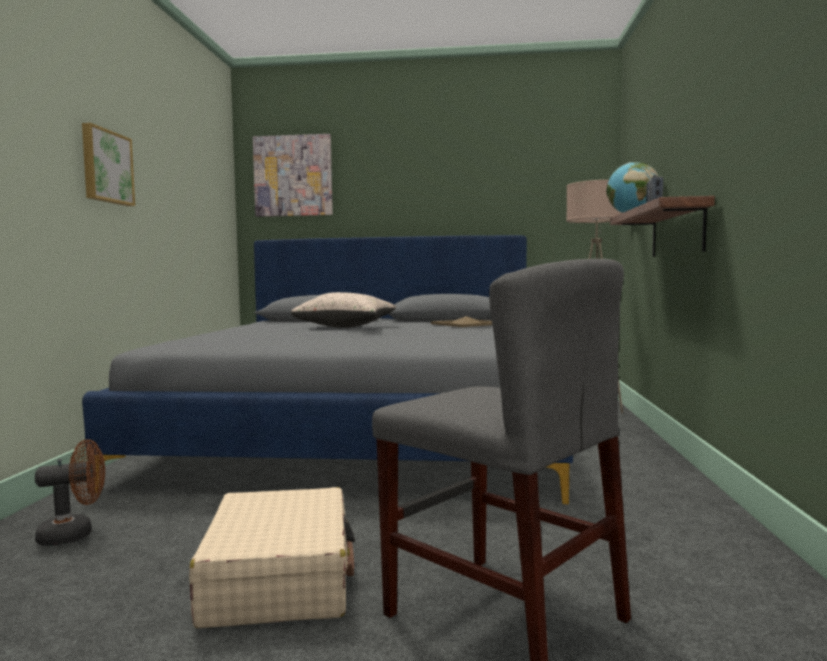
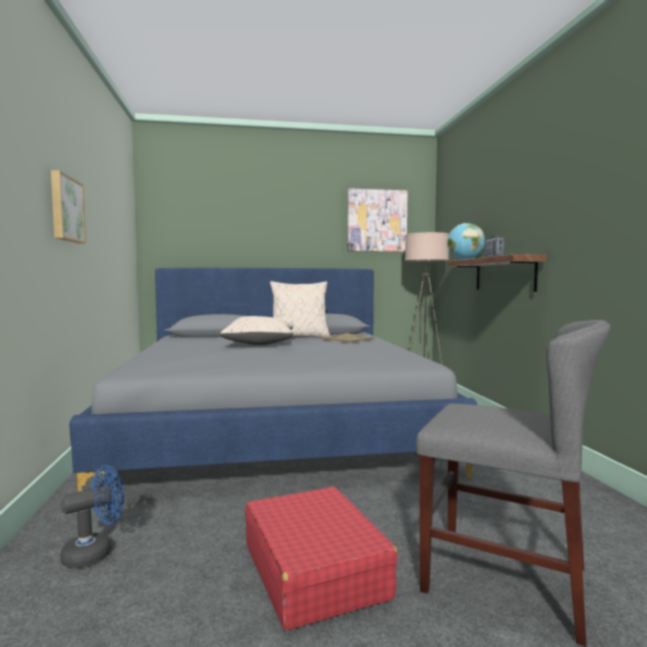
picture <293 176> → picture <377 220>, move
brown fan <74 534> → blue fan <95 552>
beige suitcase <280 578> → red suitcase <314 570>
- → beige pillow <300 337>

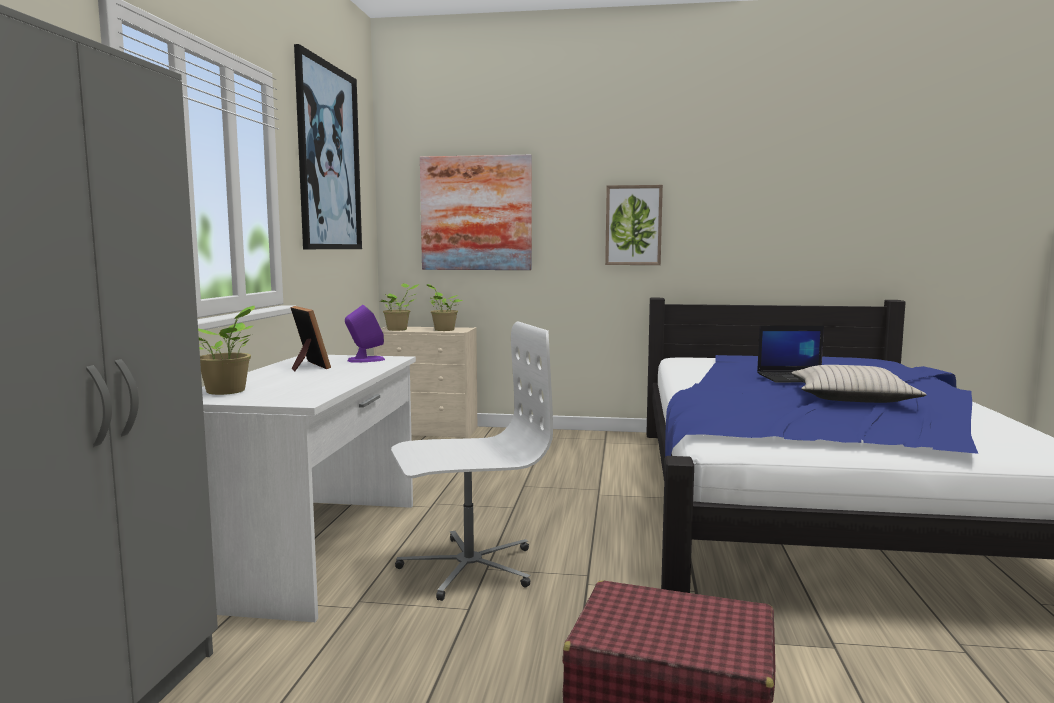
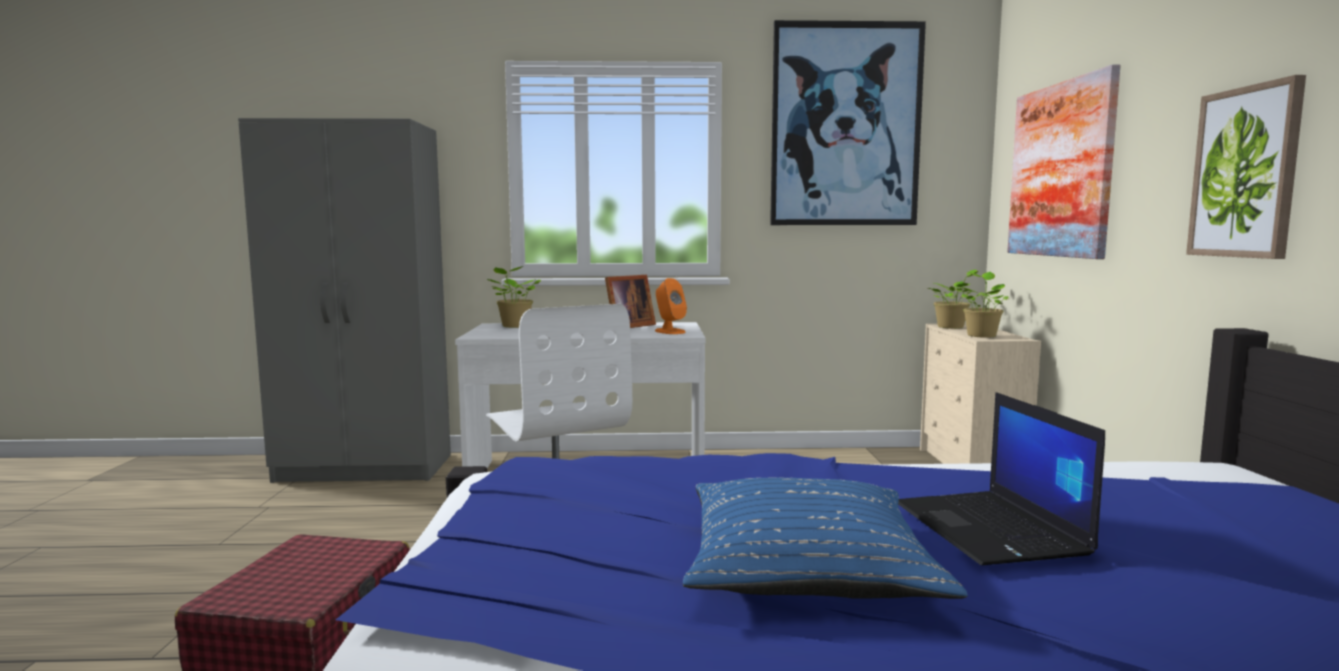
purple speaker <365 360> → orange speaker <669 331>
beige pillow <851 398> → blue pillow <806 566>

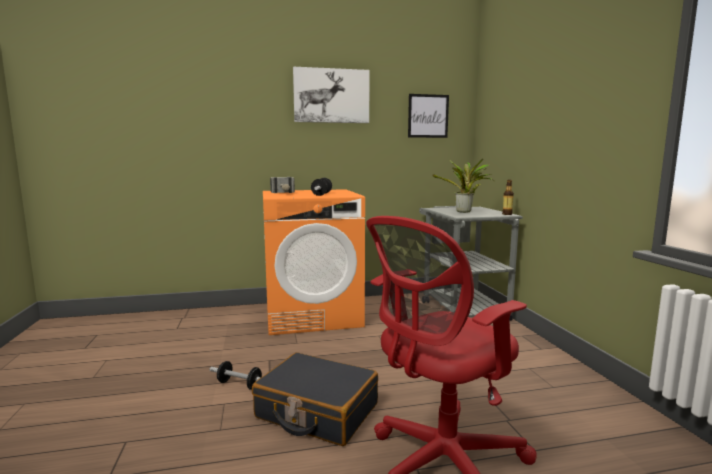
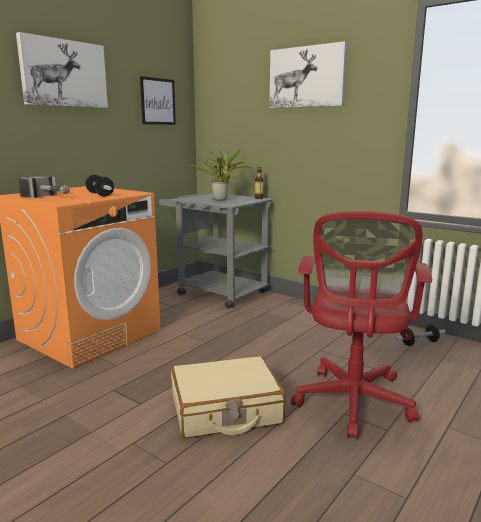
black suitcase <316 411> → beige suitcase <225 410>
dumbbell <239 385> → dumbbell <419 343>, move
- → picture <307 77>

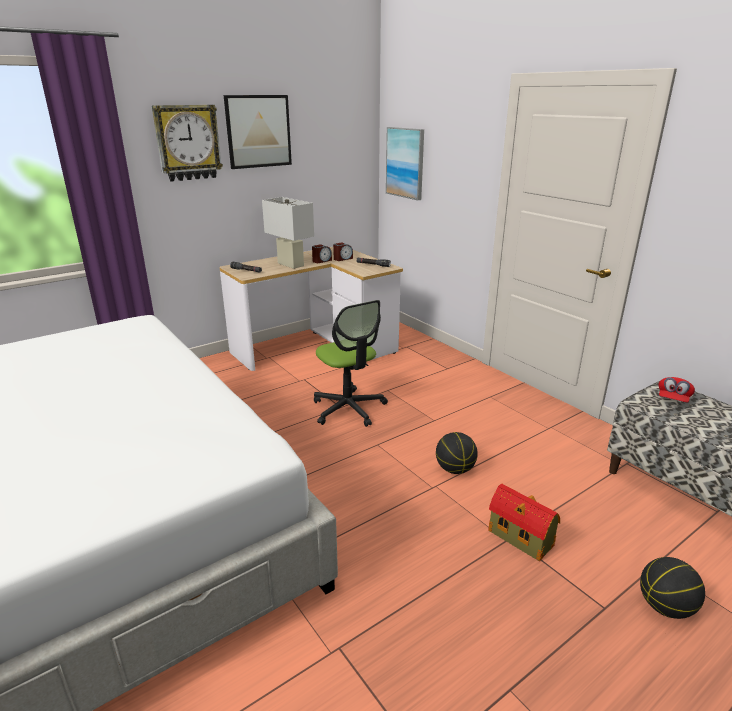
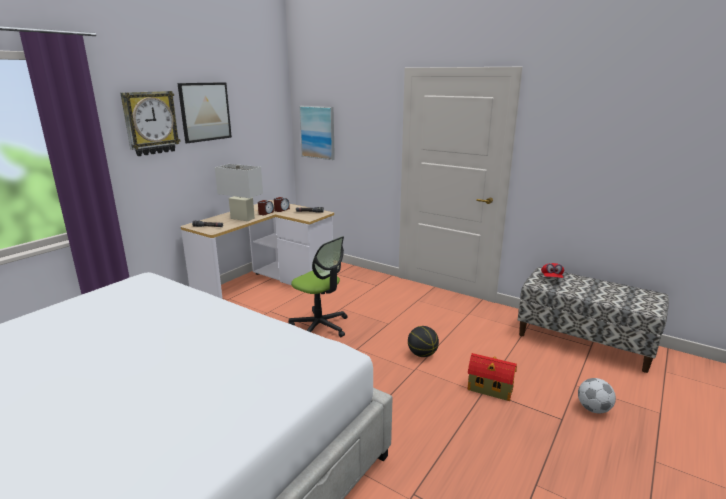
basketball <664 606> → football <593 409>

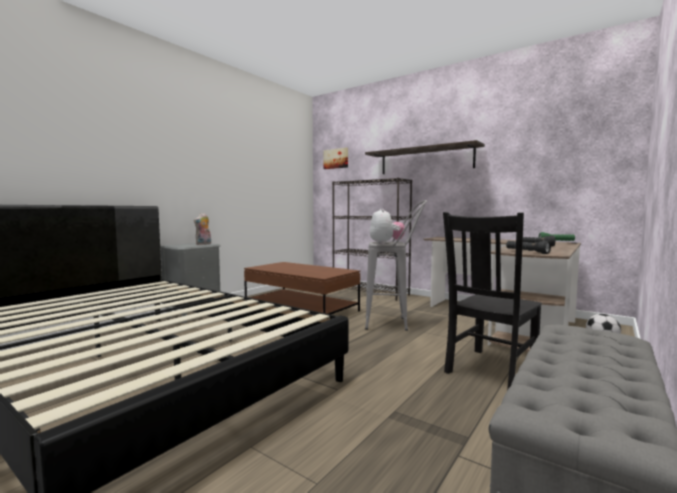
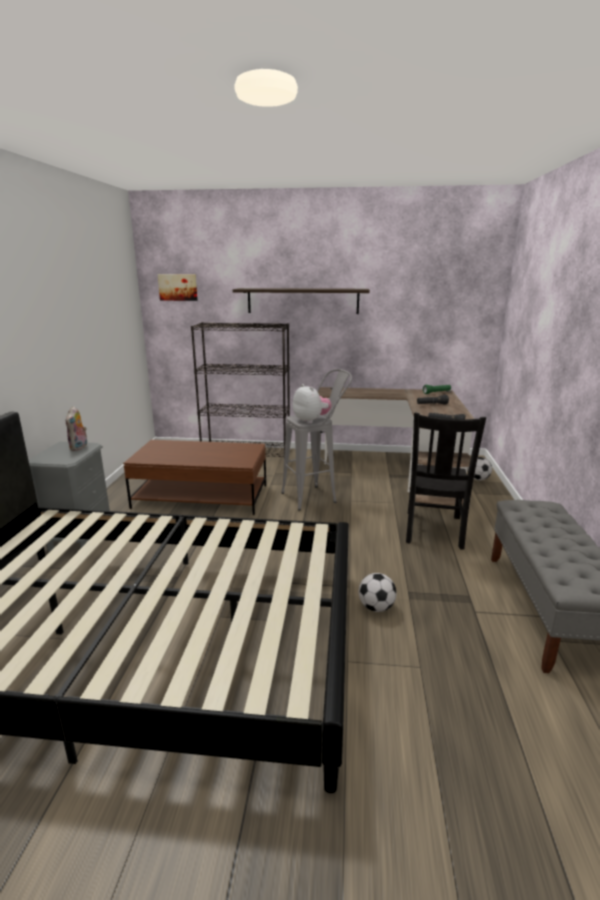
- → football <376 607>

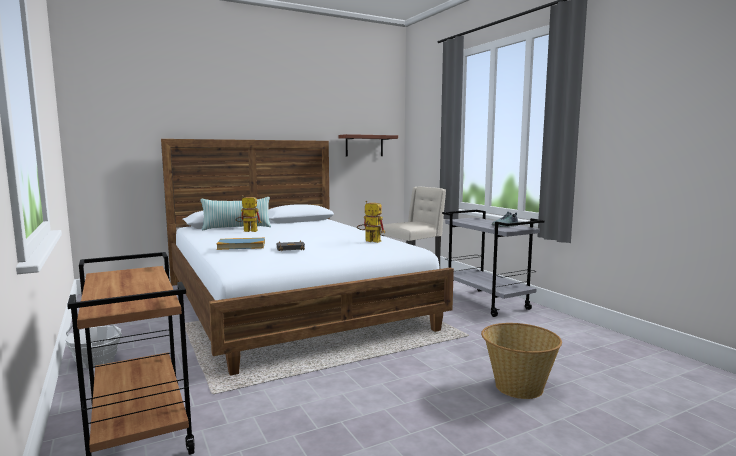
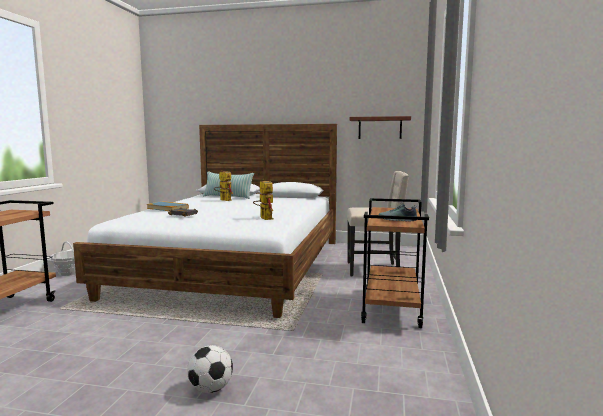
grey cart <487 303> → brown cart <392 308>
basket <518 387> → football <211 389>

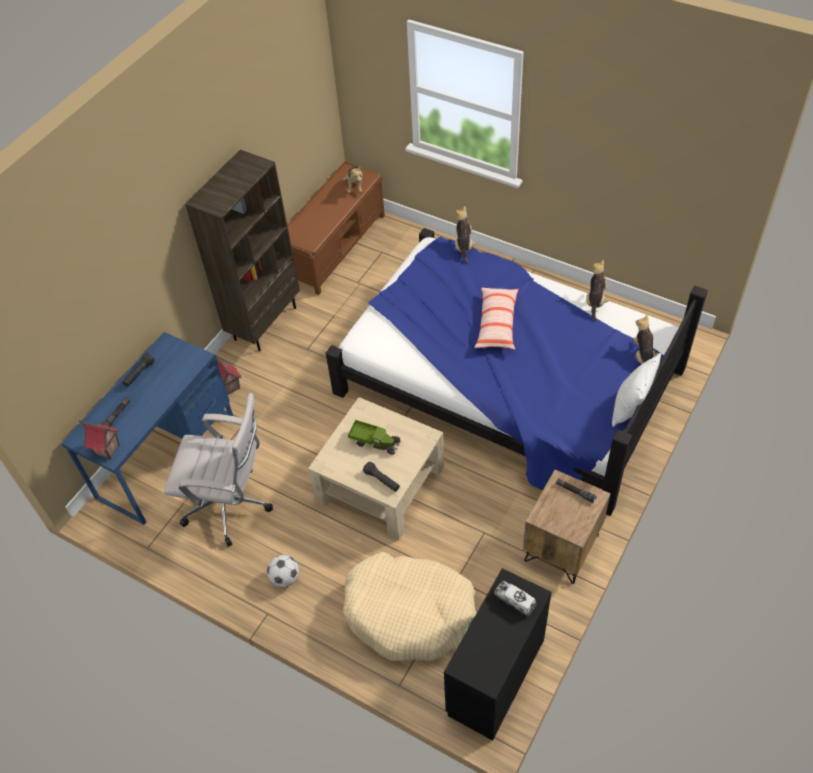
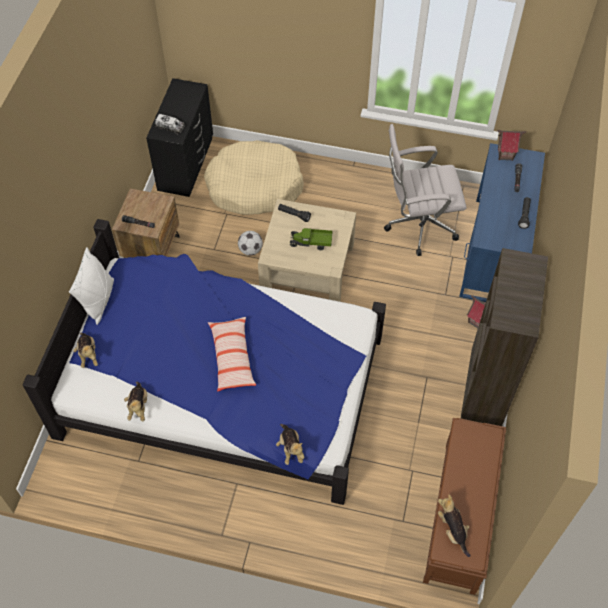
football <285 578> → football <250 250>, move

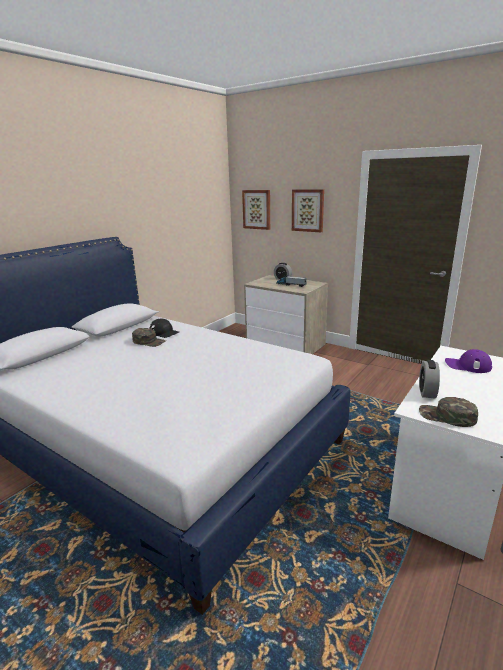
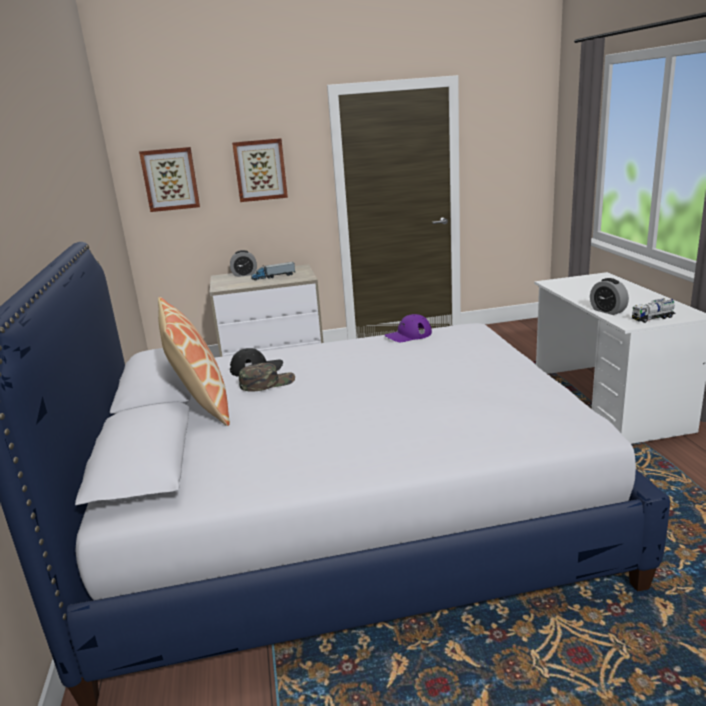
purple cap <467 365> → purple cap <408 335>, move
green cap <447 416> → toy truck <653 318>
- → pillow <200 405>

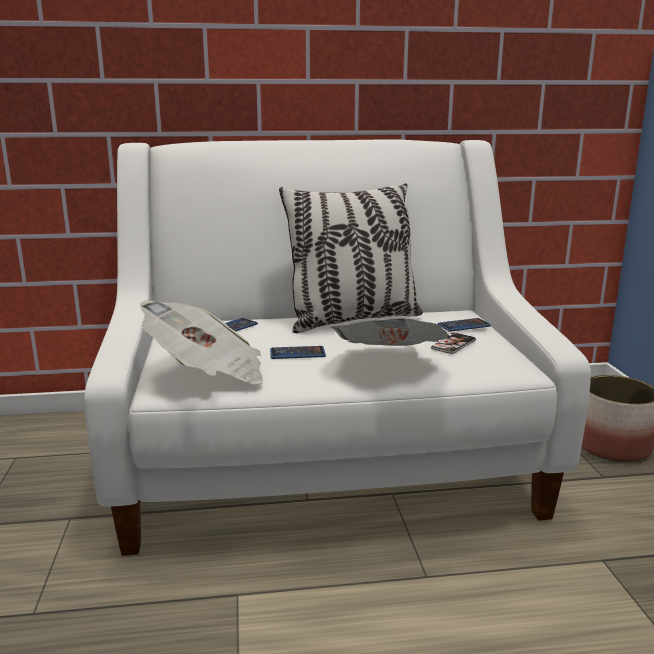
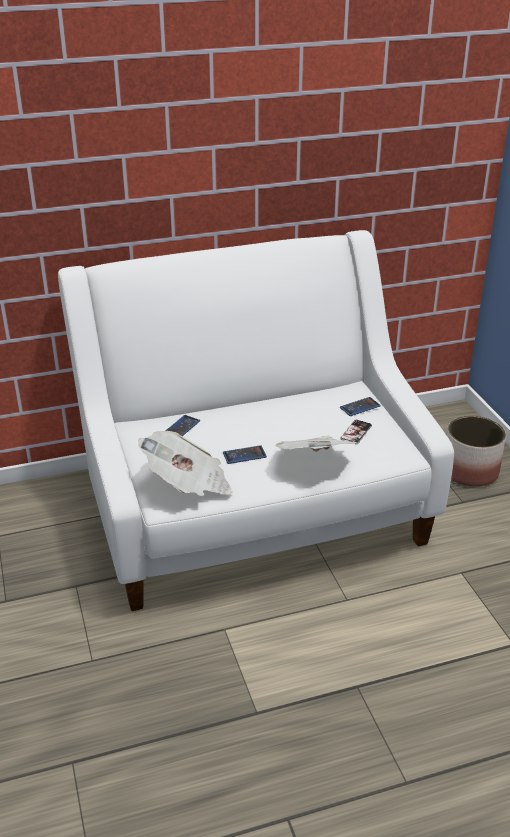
pillow <353 320> → -

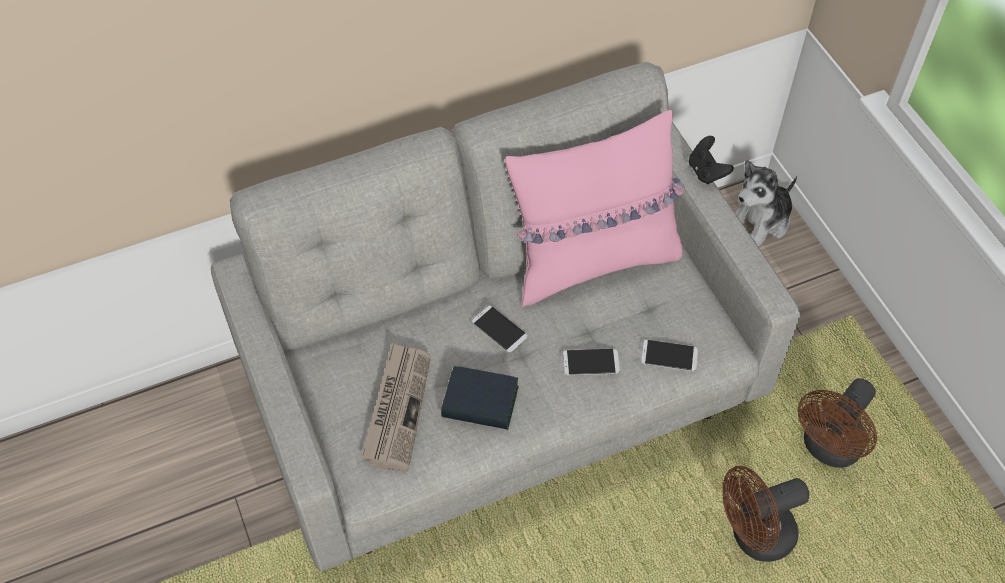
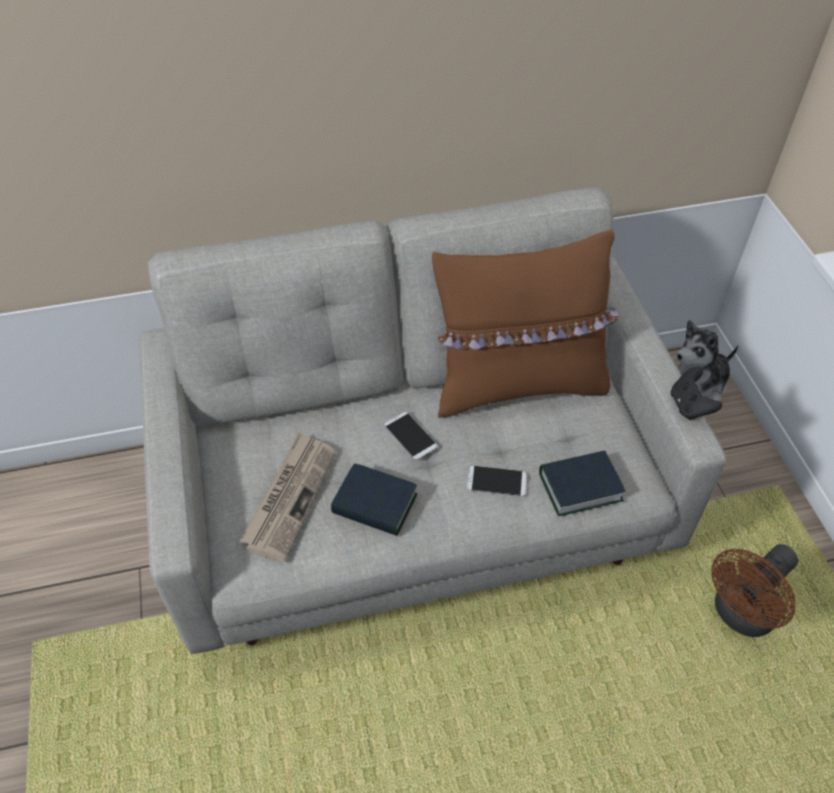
pink pillow <593 261> → brown pillow <518 385>
black game controller <706 172> → black game controller <689 406>, move
phone <669 356> → book <579 487>
brown fan <753 537> → -

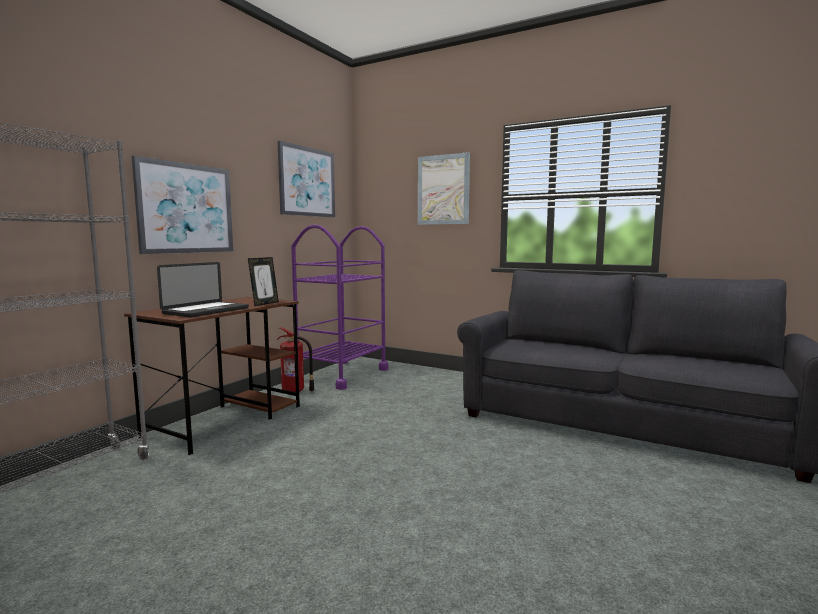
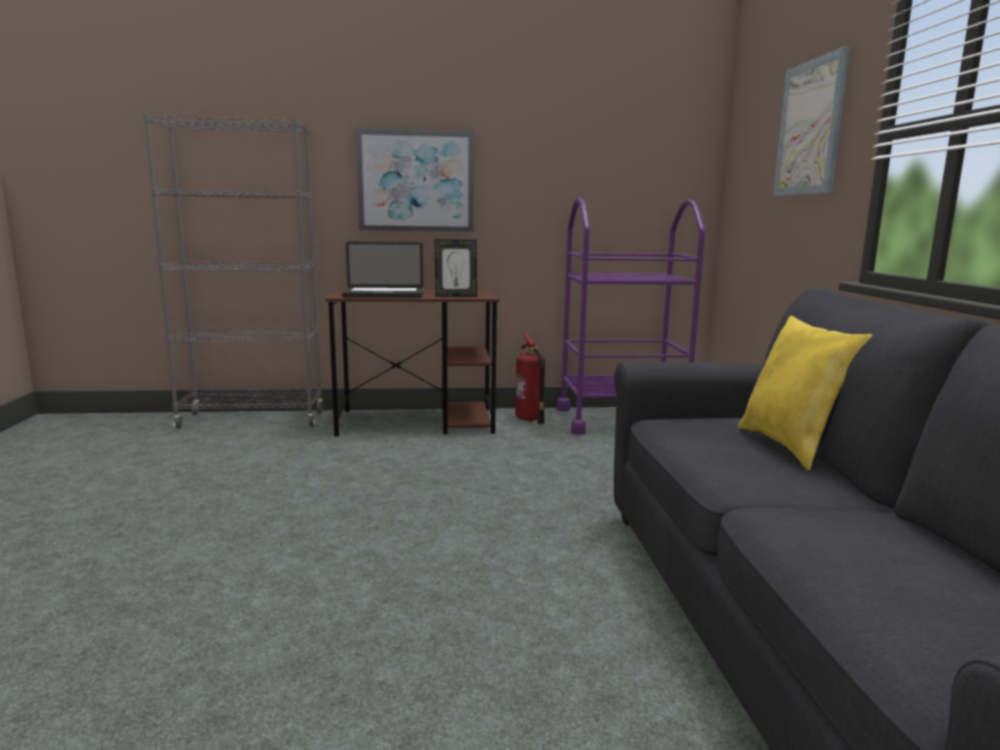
picture <307 182> → -
- → yellow pillow <792 447>

